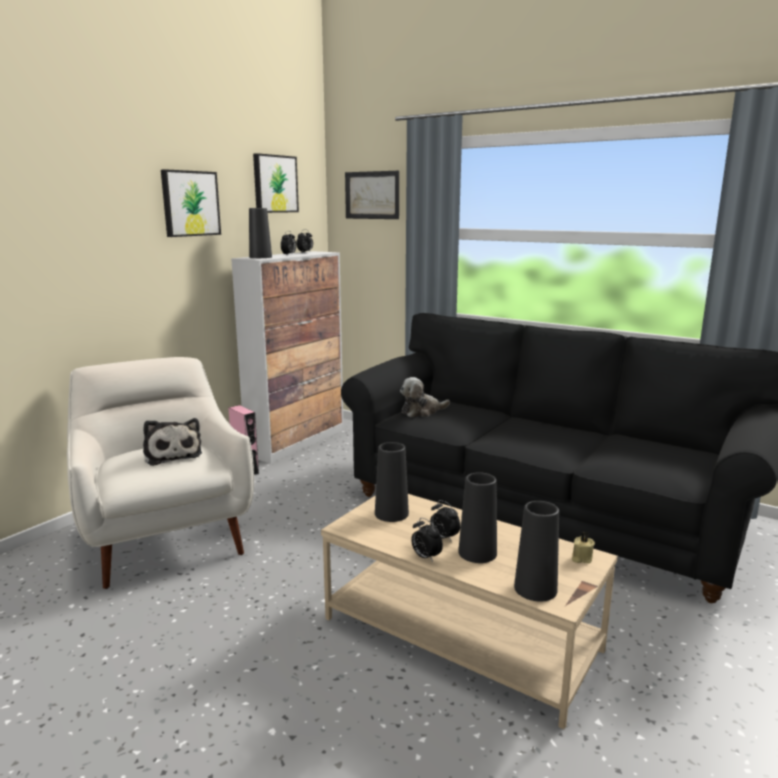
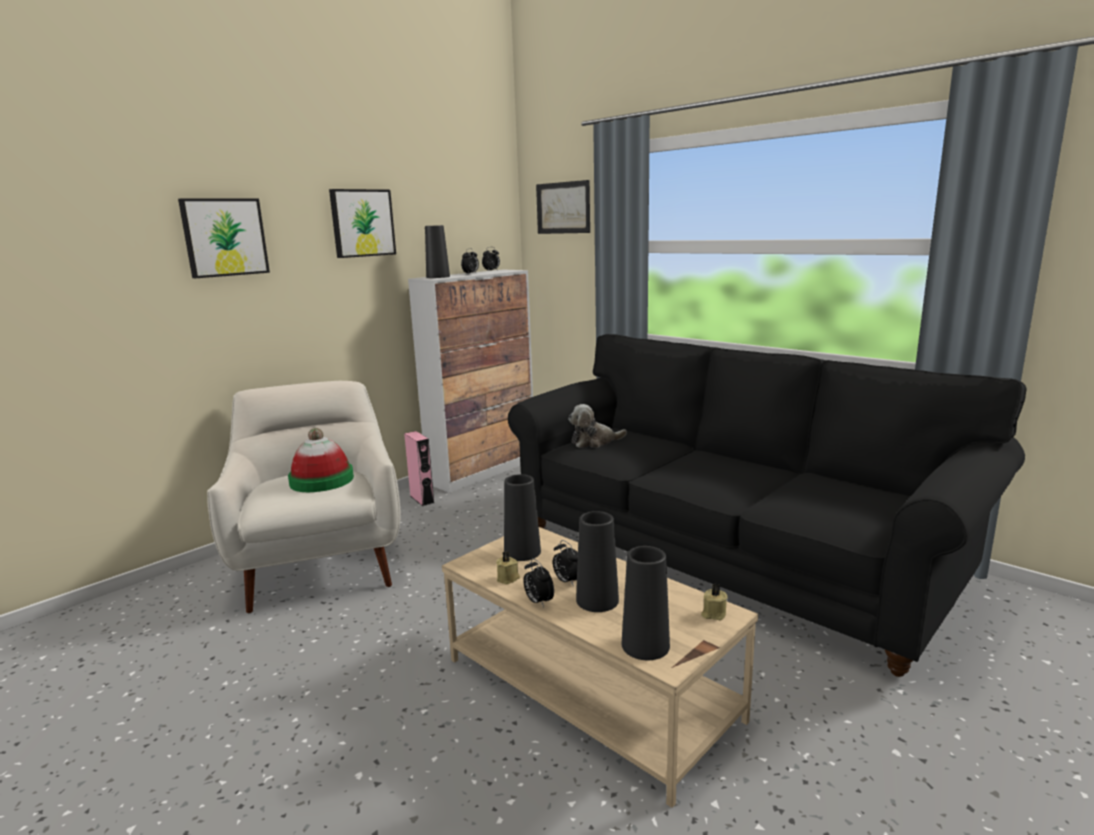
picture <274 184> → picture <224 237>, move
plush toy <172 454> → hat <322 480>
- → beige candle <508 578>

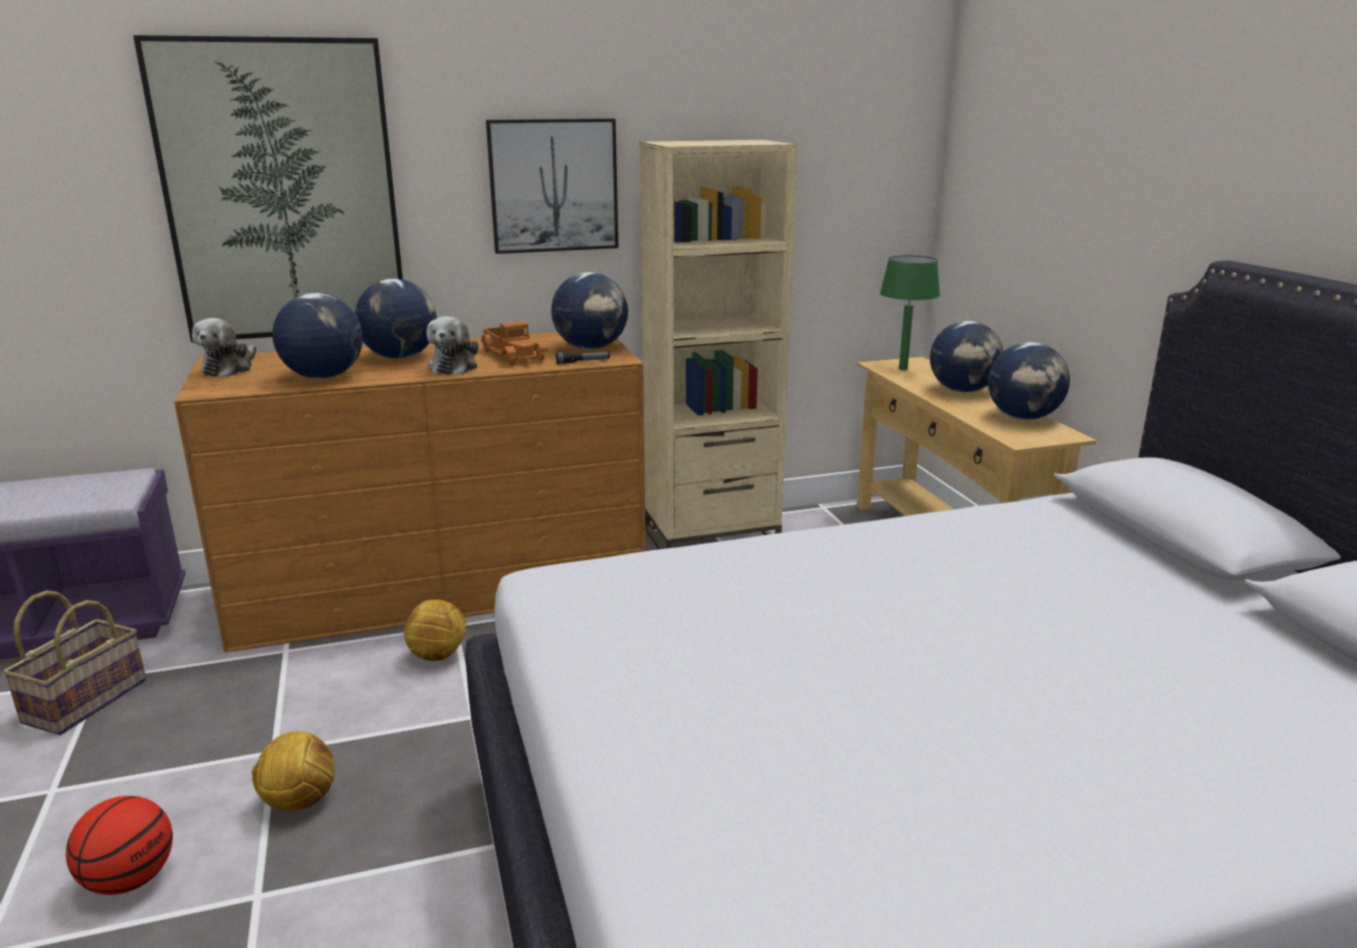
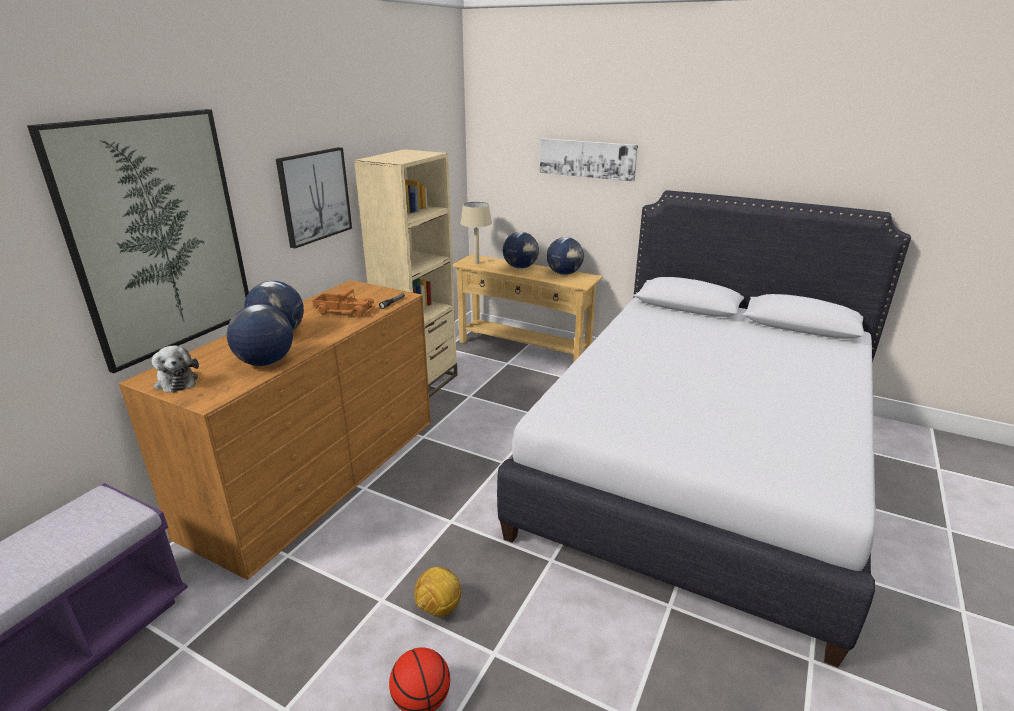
green table lamp <902 369> → beige table lamp <476 263>
globe <591 348> → -
plush toy <454 366> → -
basket <85 700> → -
football <438 655> → -
- → picture <587 159>

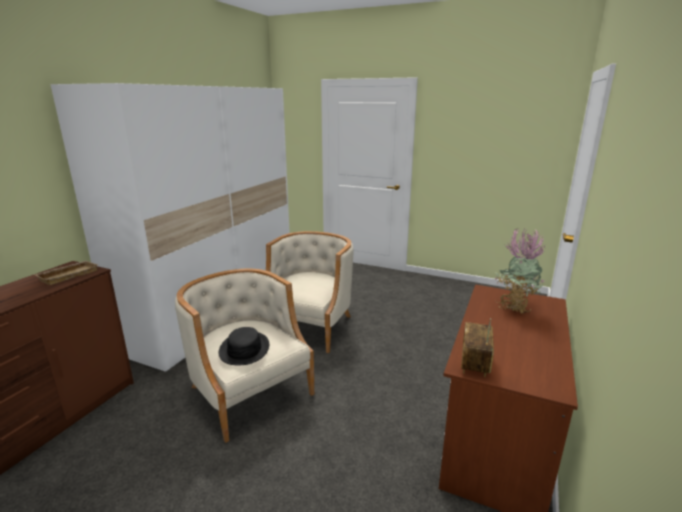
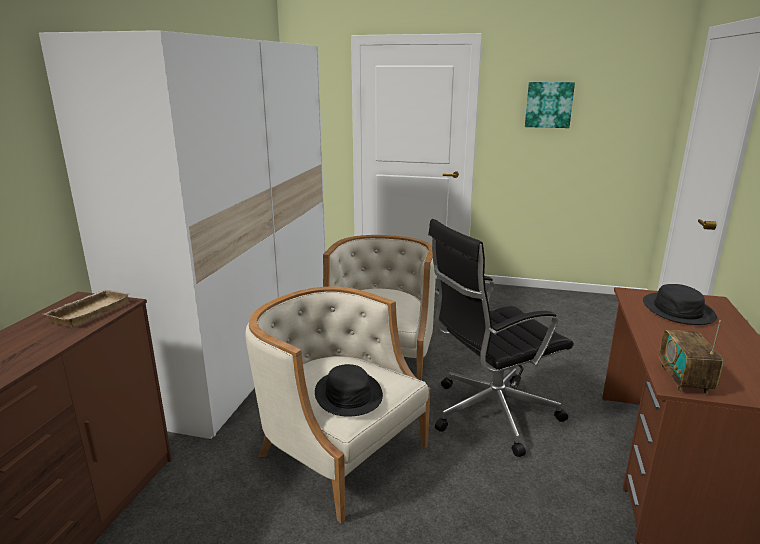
potted plant <514 307> → black hat <678 310>
- → picture <549 104>
- → black office chair <490 413>

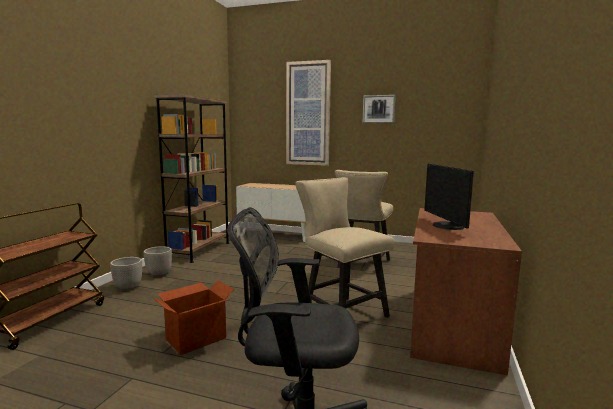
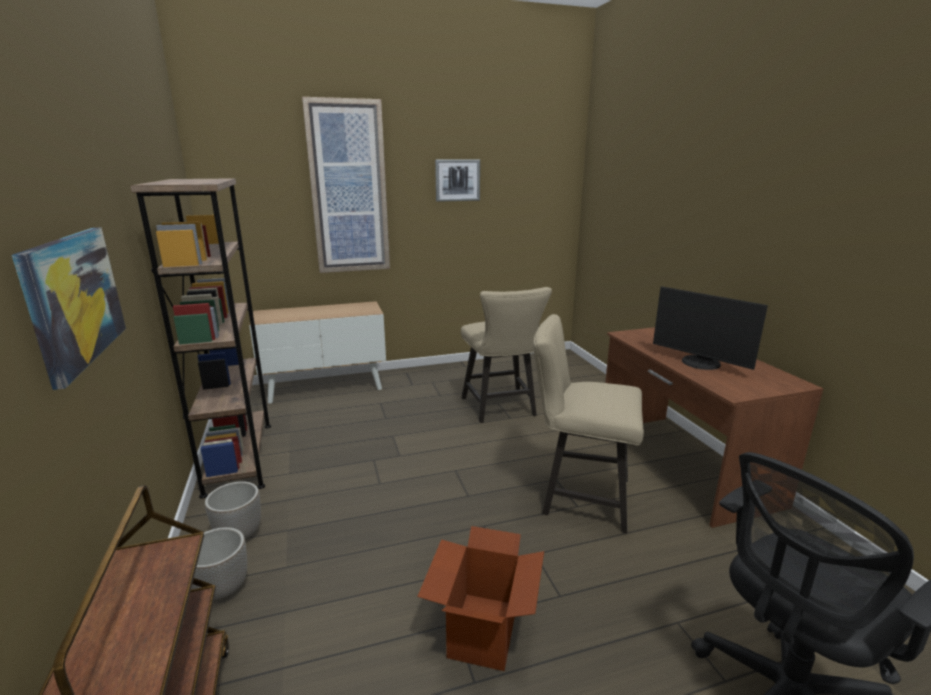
- → picture <74 299>

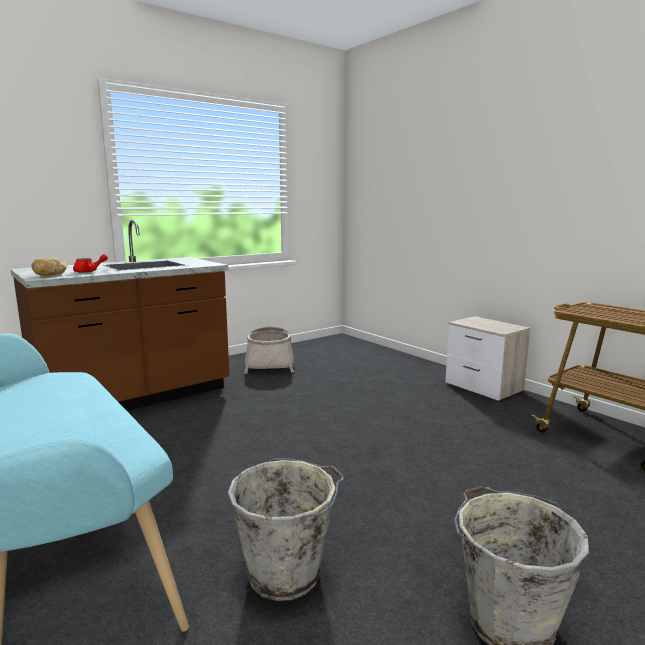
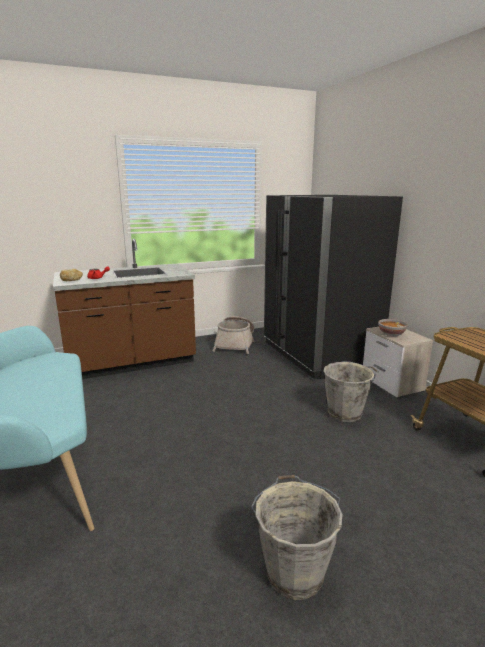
grey bucket <287 573> → grey bucket <346 413>, move
- → black fridge <318 354>
- → bowl <391 334>

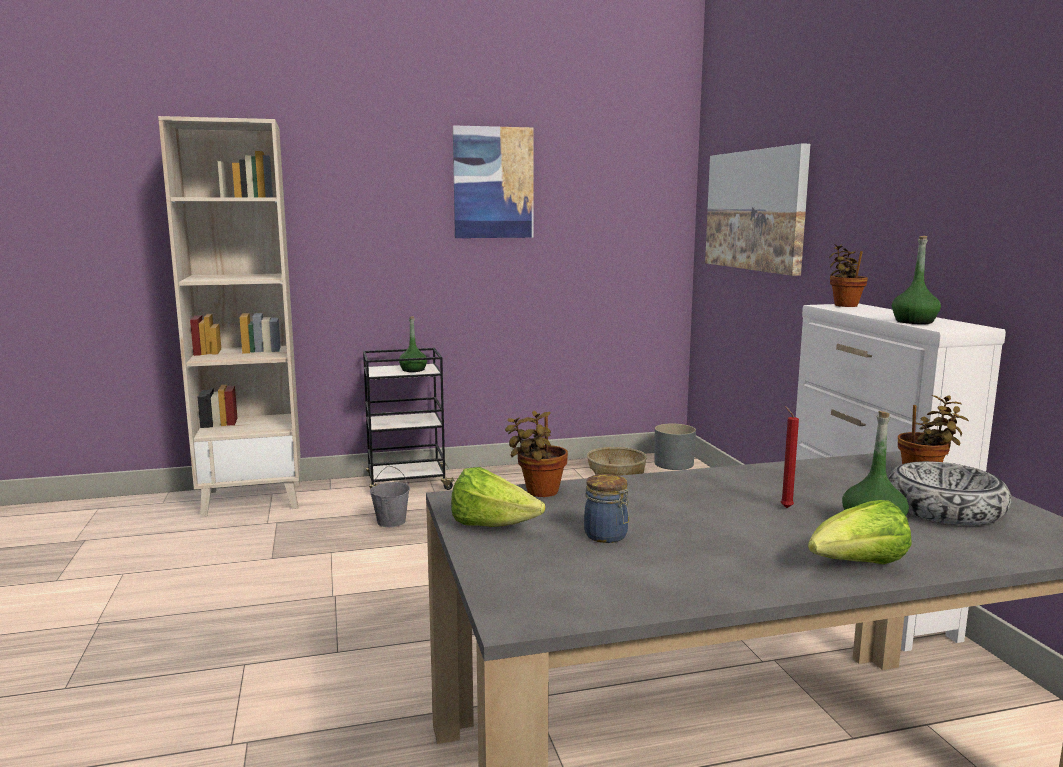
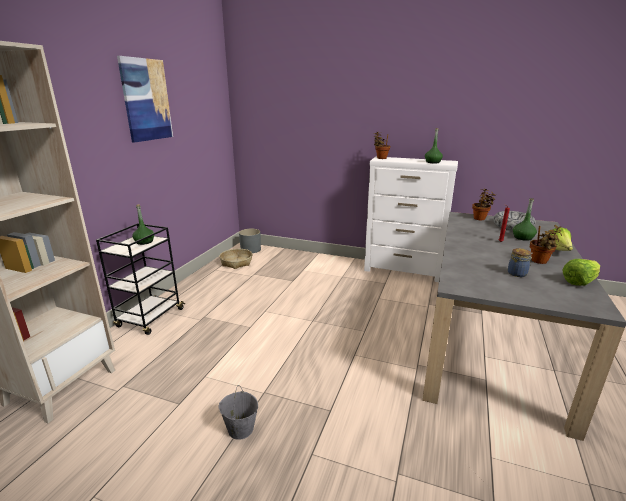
picture <755 210> → -
potted plant <539 492> → potted plant <540 261>, move
grey bucket <391 522> → grey bucket <240 429>, move
lettuce <492 526> → lettuce <579 282>, move

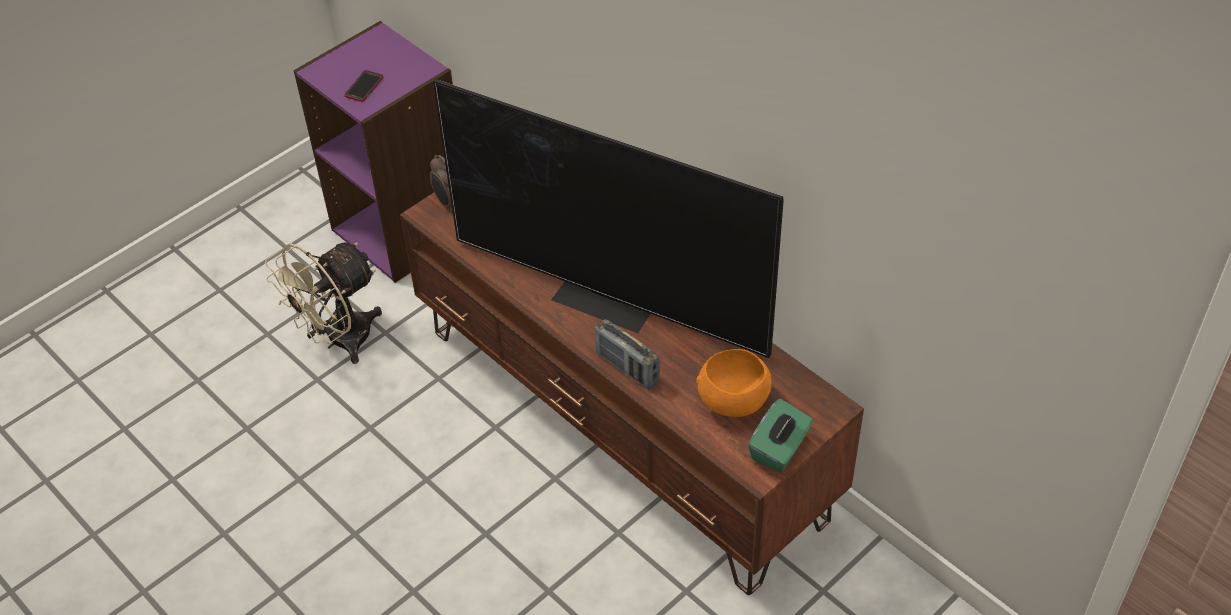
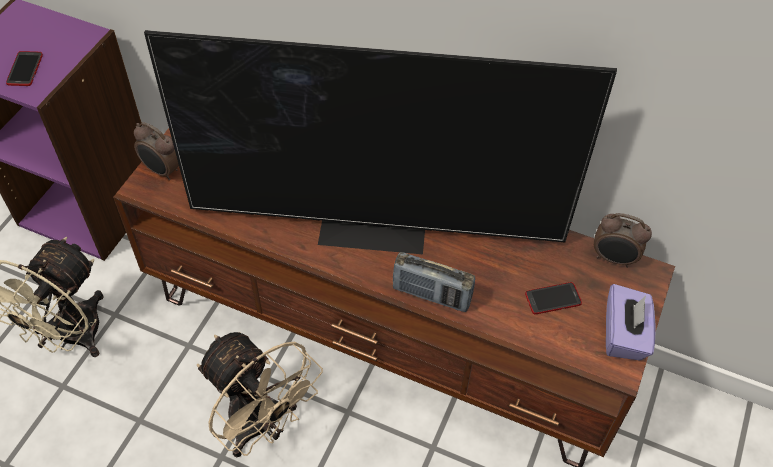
orange bowl <732 402> → phone <553 299>
green tissue box <779 449> → purple tissue box <624 335>
- → alarm clock <613 259>
- → beige fan <261 426>

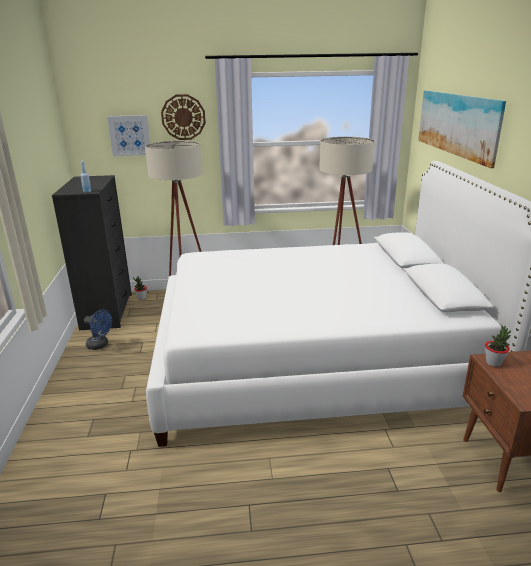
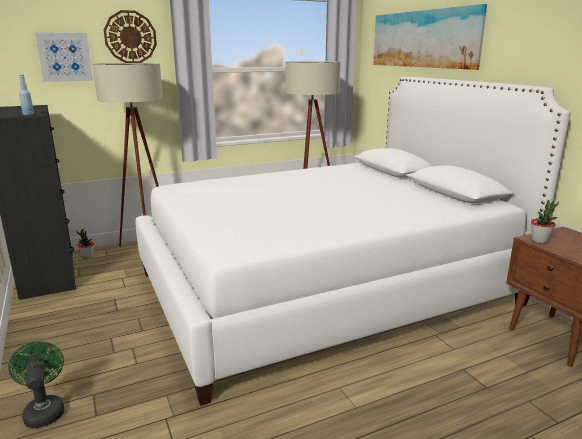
blue fan <100 345> → -
- → green fan <44 410>

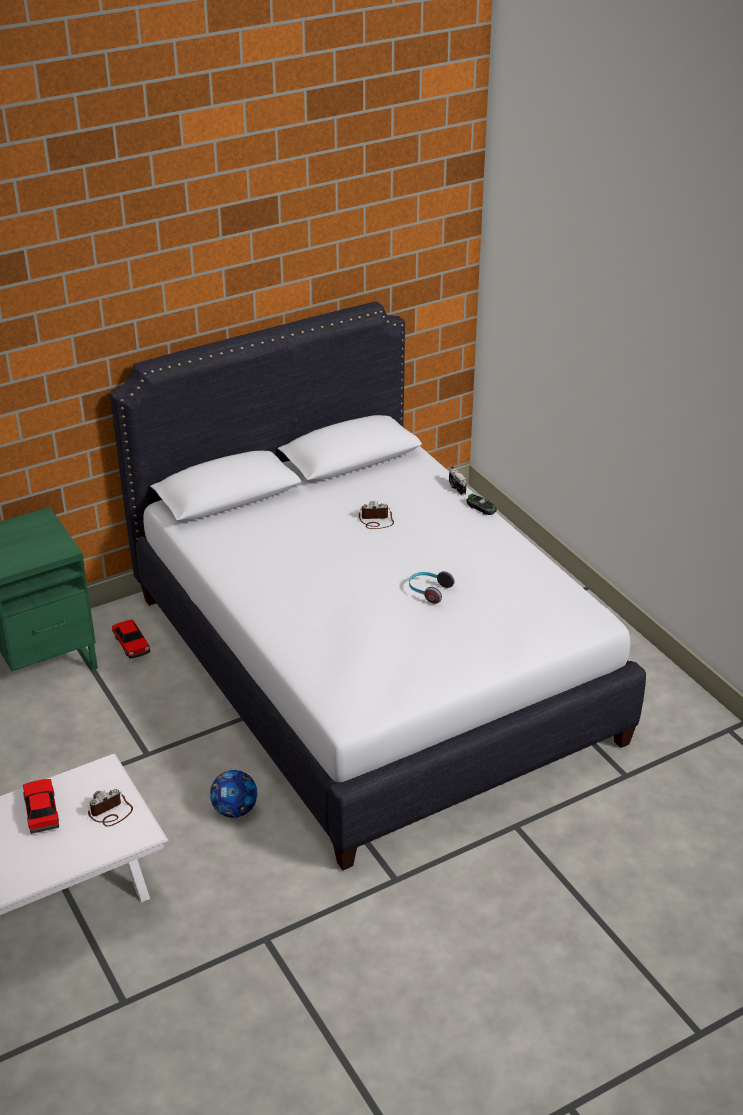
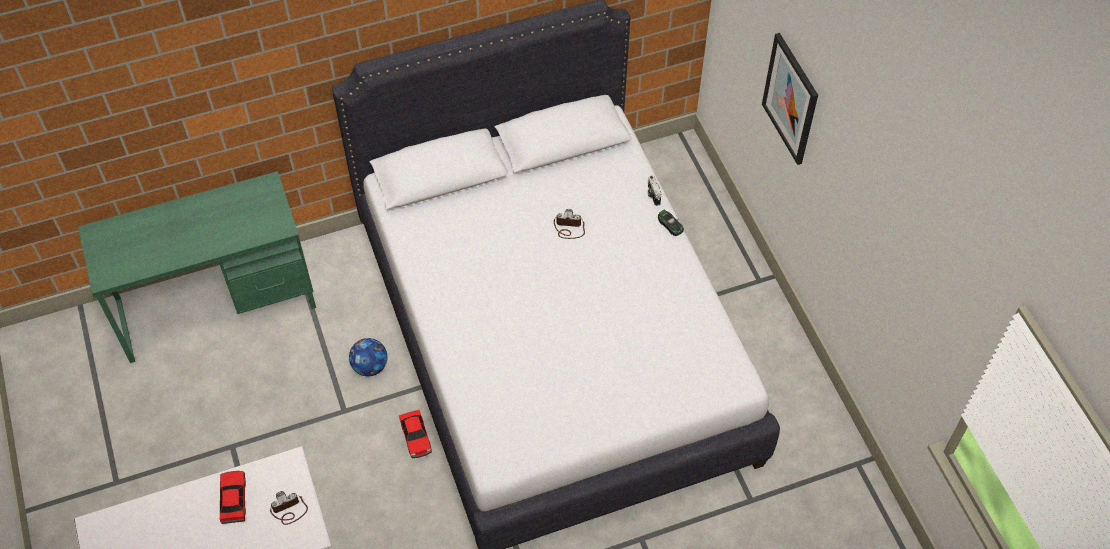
headphones <428 591> → -
toy car <131 644> → toy car <416 437>, move
football <235 810> → football <370 366>, move
- → picture <791 99>

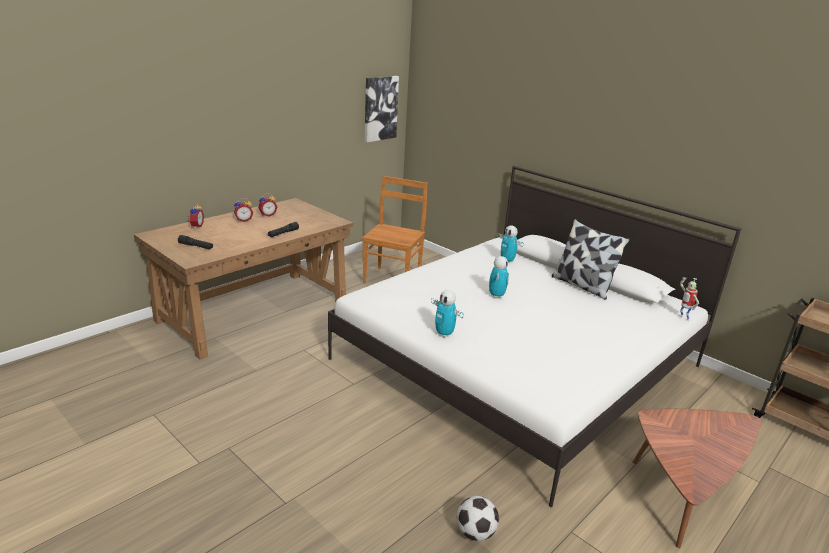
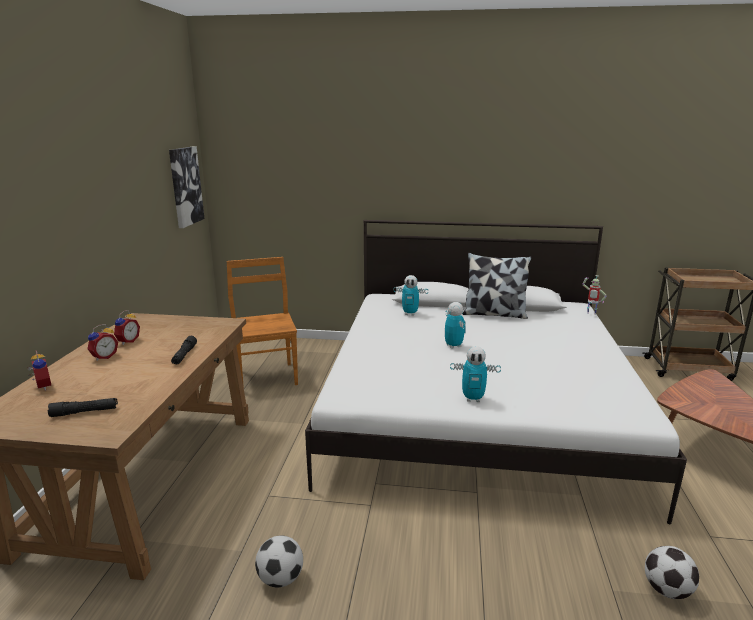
- → football <280 579>

